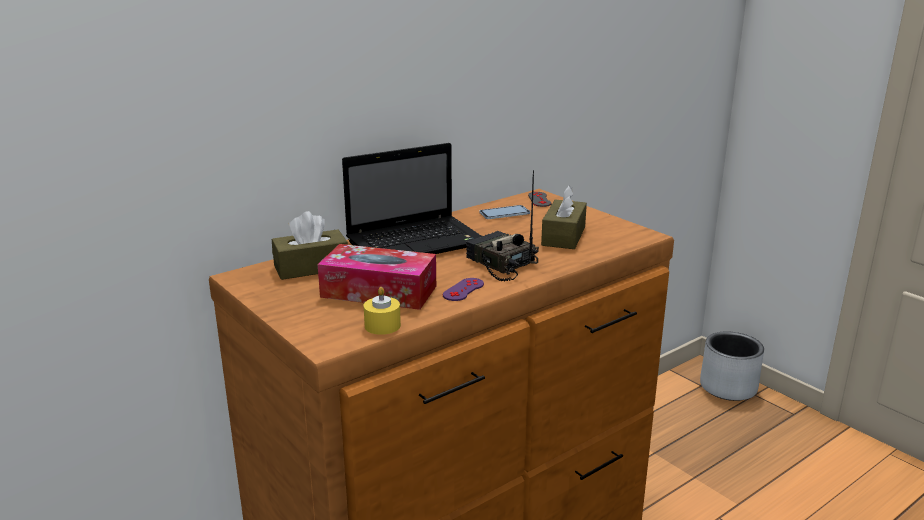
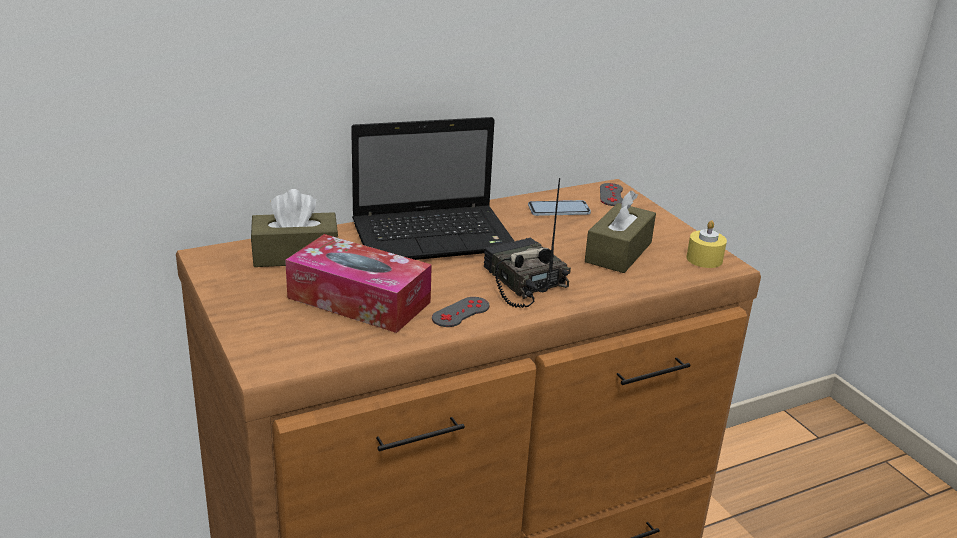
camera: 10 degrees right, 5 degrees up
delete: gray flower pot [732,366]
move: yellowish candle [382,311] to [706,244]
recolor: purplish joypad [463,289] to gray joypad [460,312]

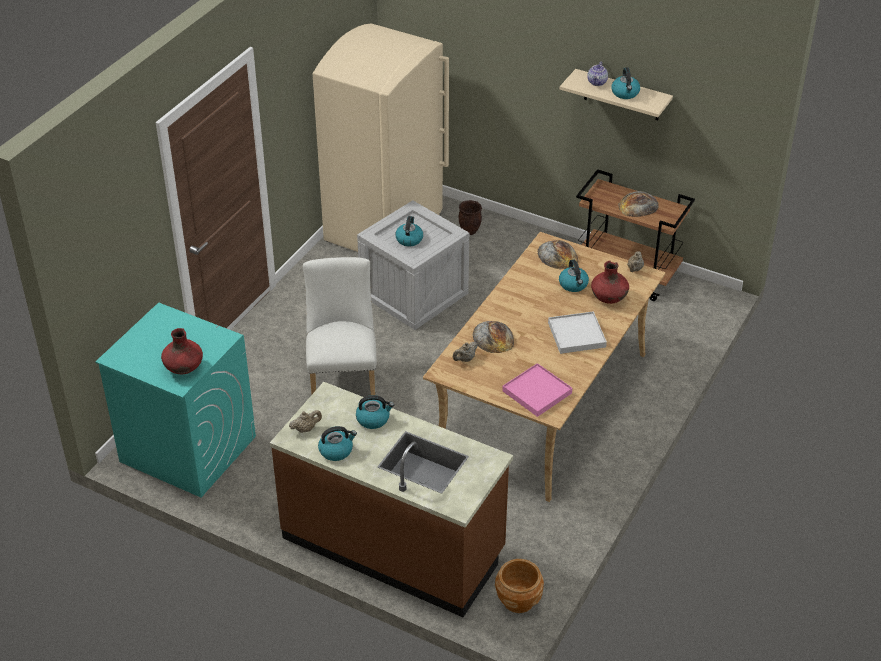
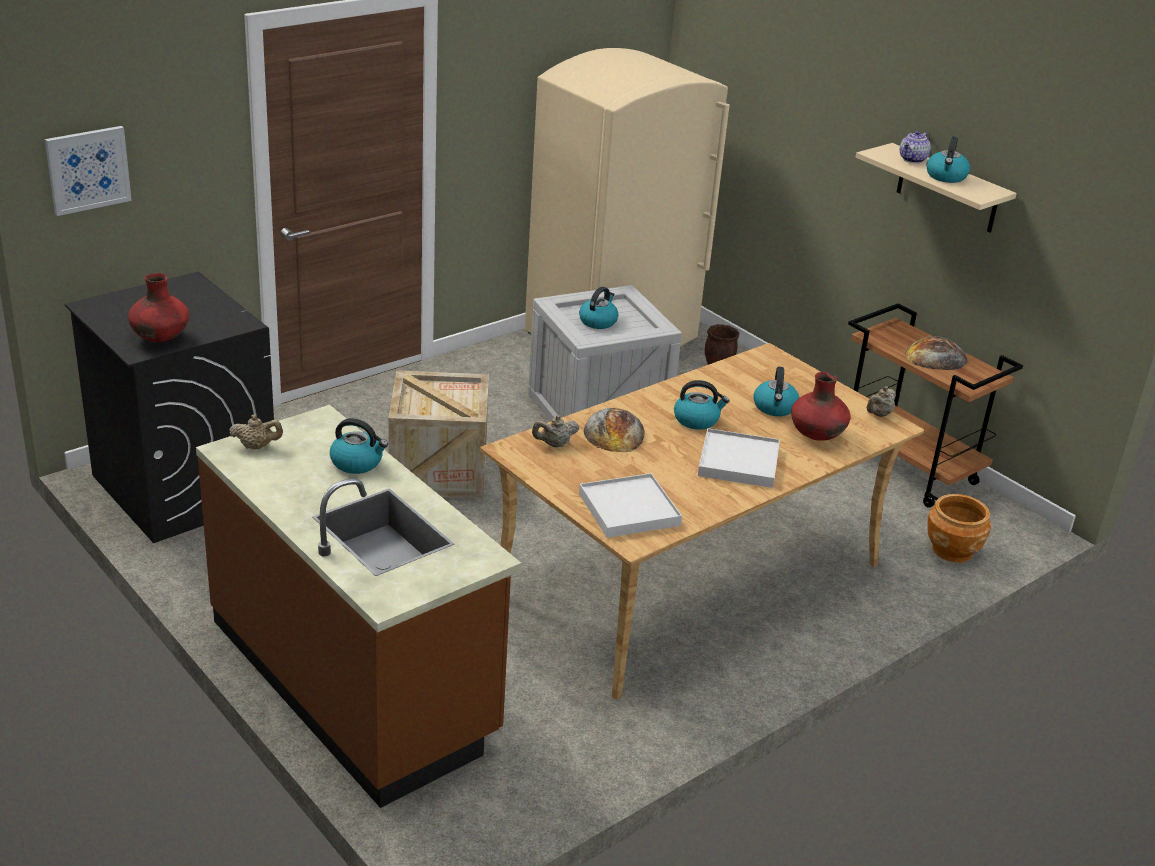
camera: 20 degrees right, 10 degrees down
delete: bakery bread [558,254]
insert: wall art [88,171]
move: water kettle [337,443] to [702,405]; brown flower pot [519,586] to [959,528]
replace: white-coloured chair [340,326] to shipping crate [438,434]
recolor: blue-green laundry appliance [175,400] to black laundry appliance [169,407]; pink carrying tray [537,390] to white-coloured carrying tray [630,505]

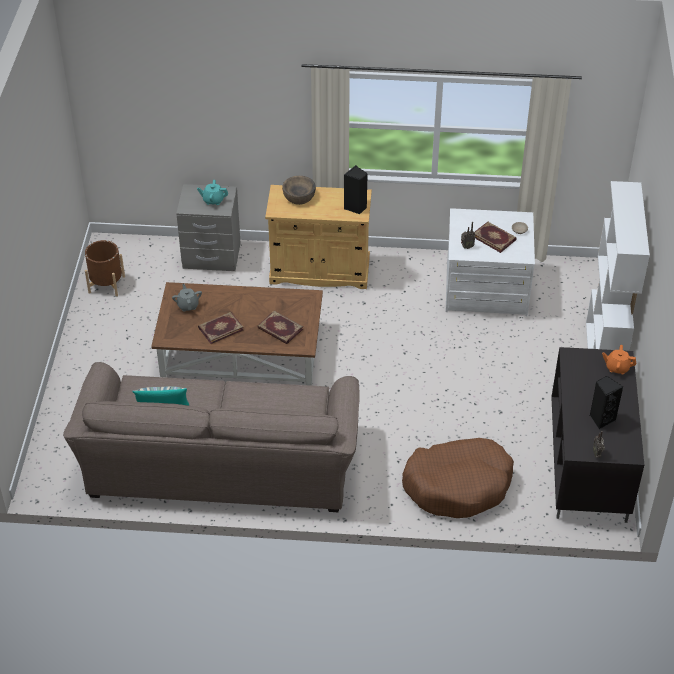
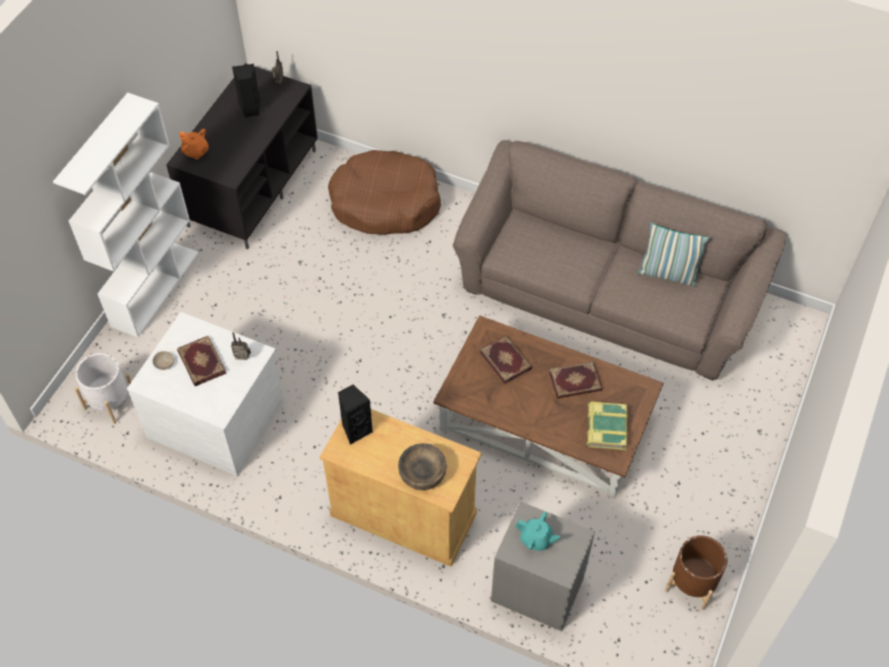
camera: 160 degrees left, 10 degrees up
insert: white-coloured flower pot [103,388]
replace: gray tea pot [187,298] to book [607,426]

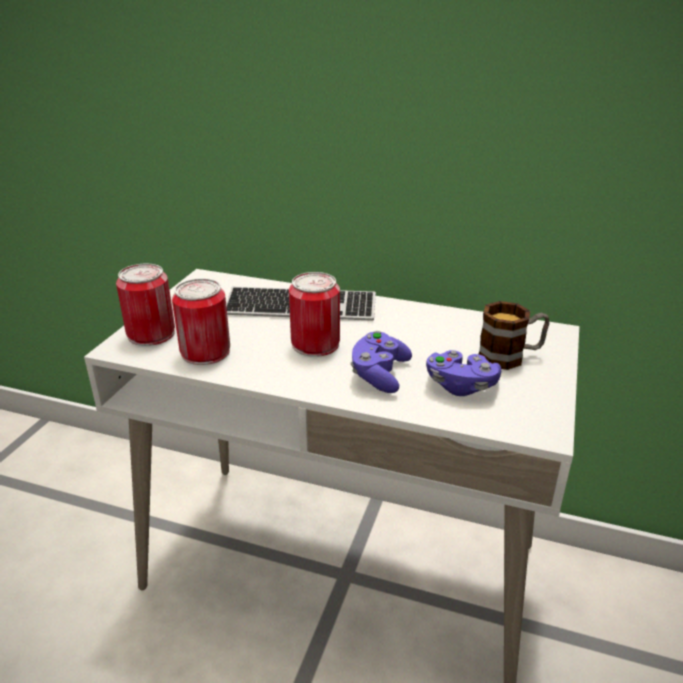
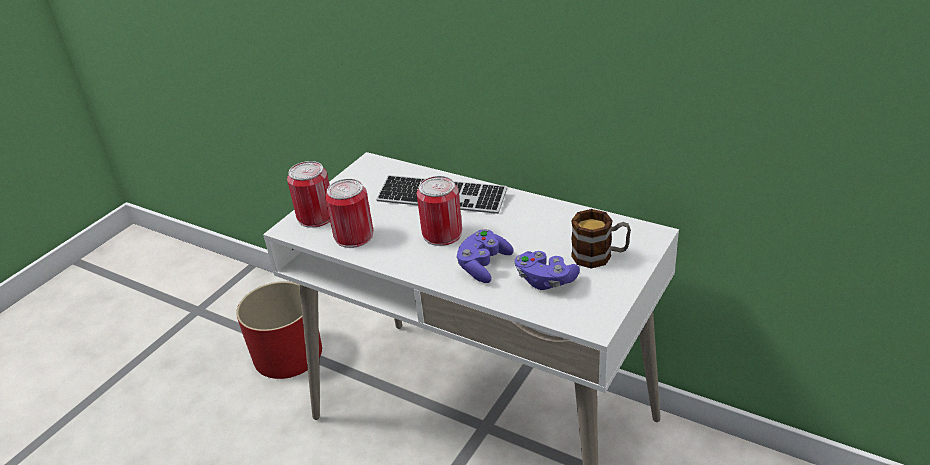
camera: 15 degrees right, 5 degrees up
insert: reddish flower pot [279,330]

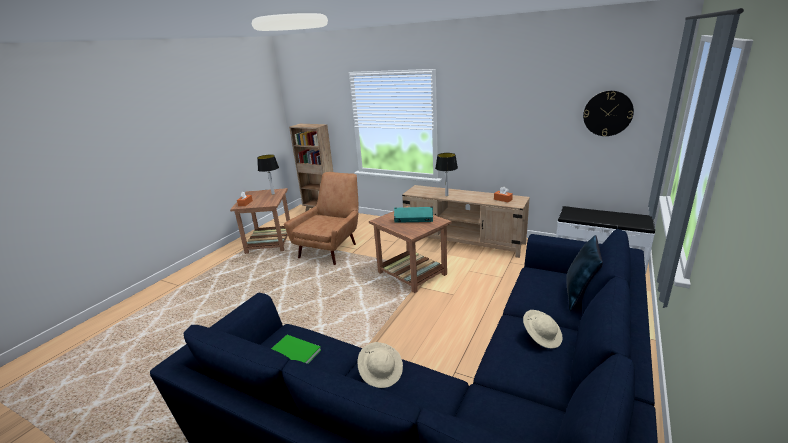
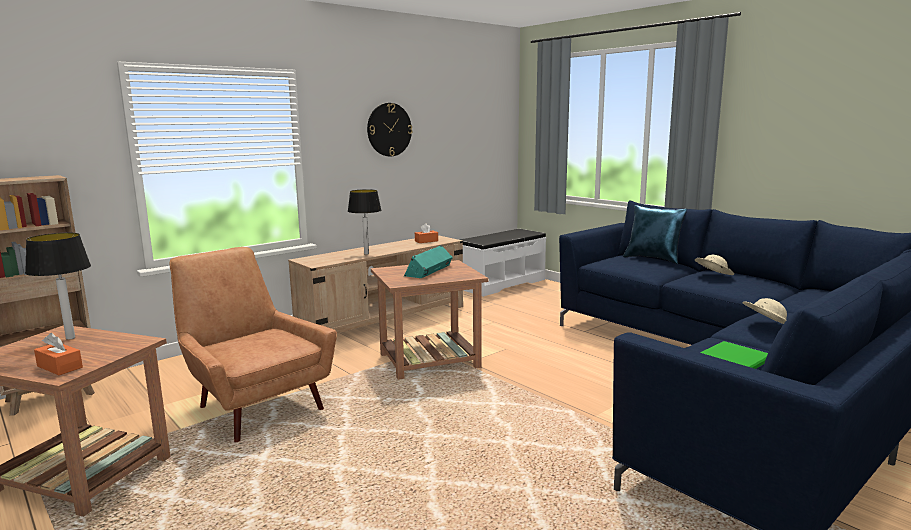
camera: 70 degrees left, 10 degrees down
move: clock on the wall [608,113] to [390,130]

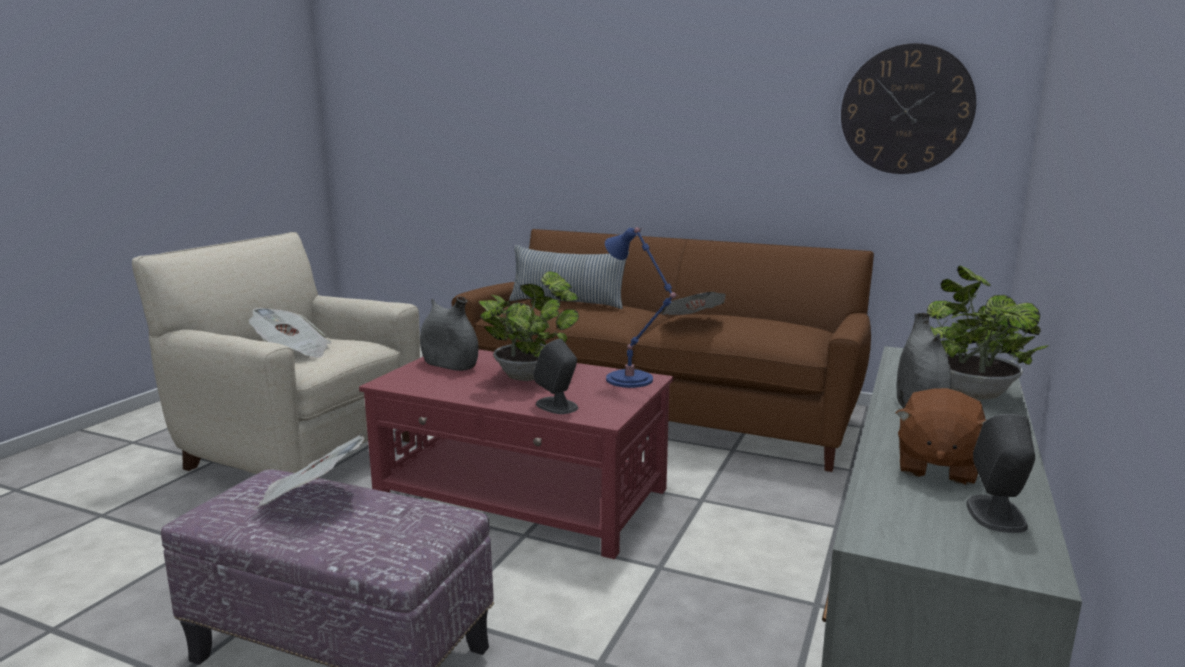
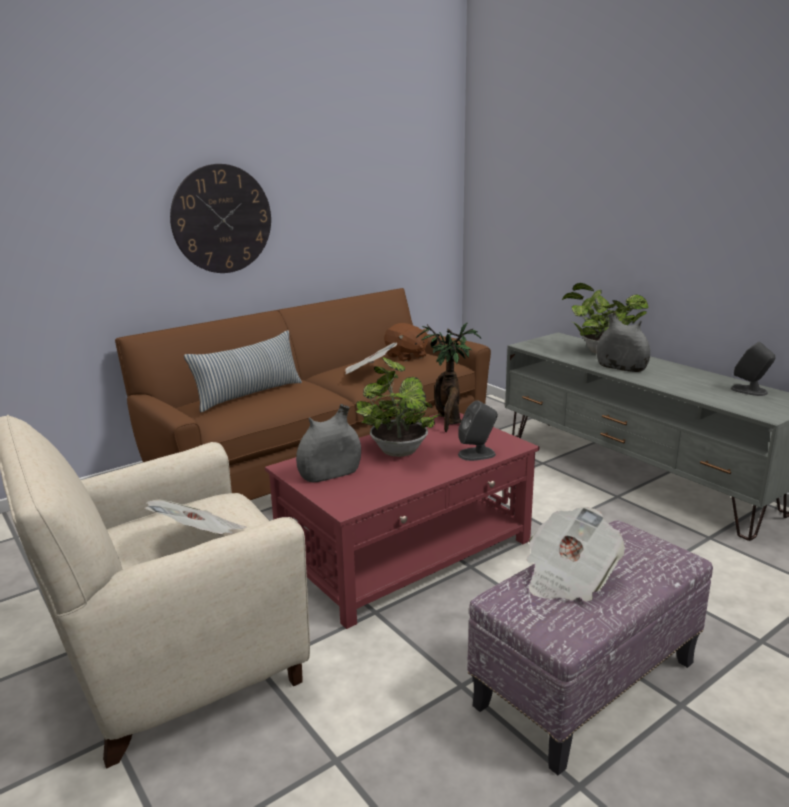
camera: 60 degrees left, 5 degrees up
move: clock on the wall [908,108] to [220,218]; brown plush toy [941,436] to [406,342]
replace: blue lamp for a table [642,307] to houseplant [448,377]

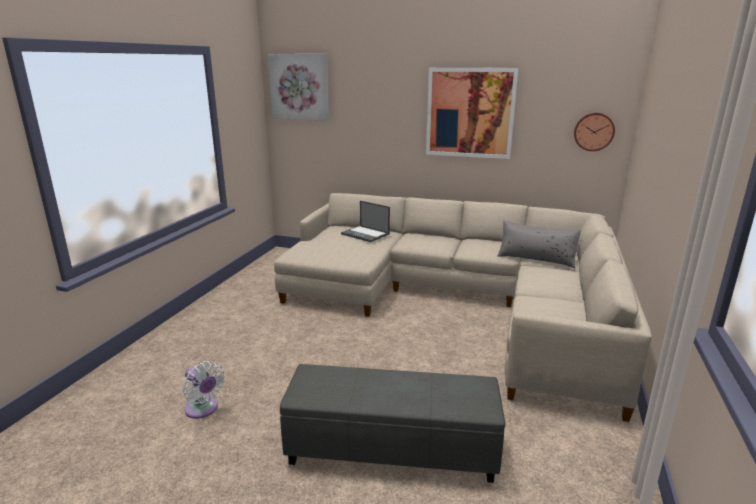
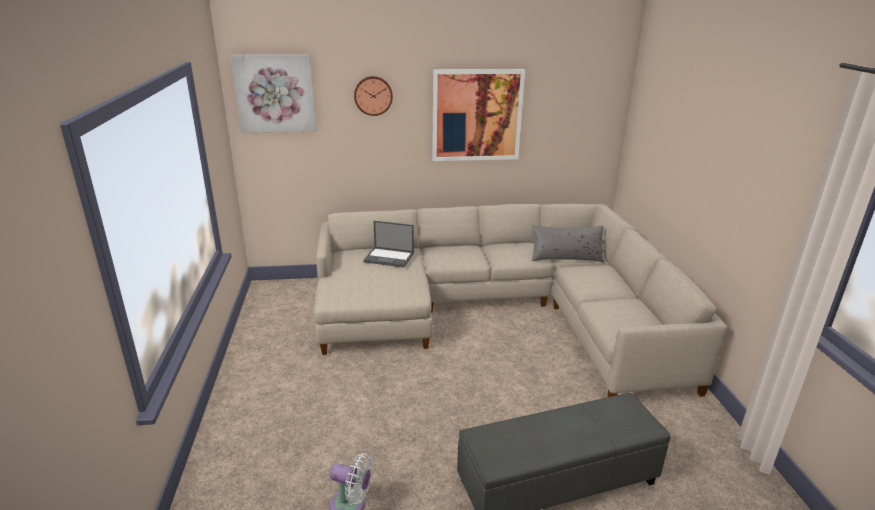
camera: 25 degrees left, 5 degrees up
move: clock on the wall [594,132] to [373,96]

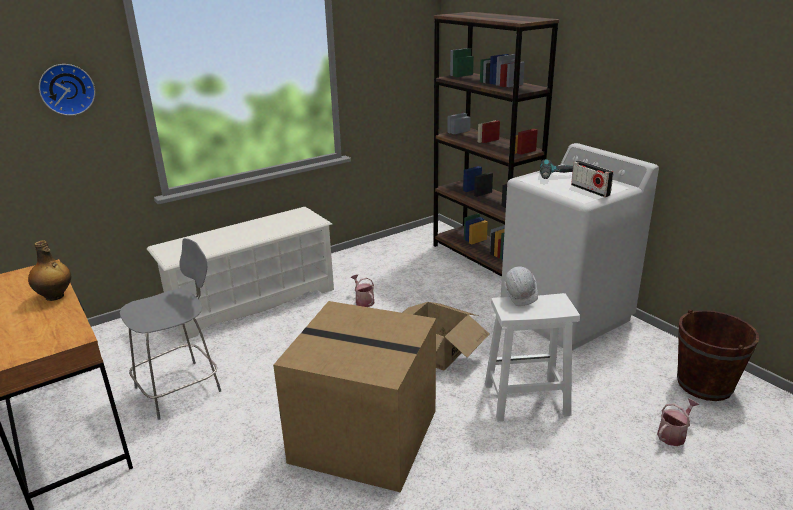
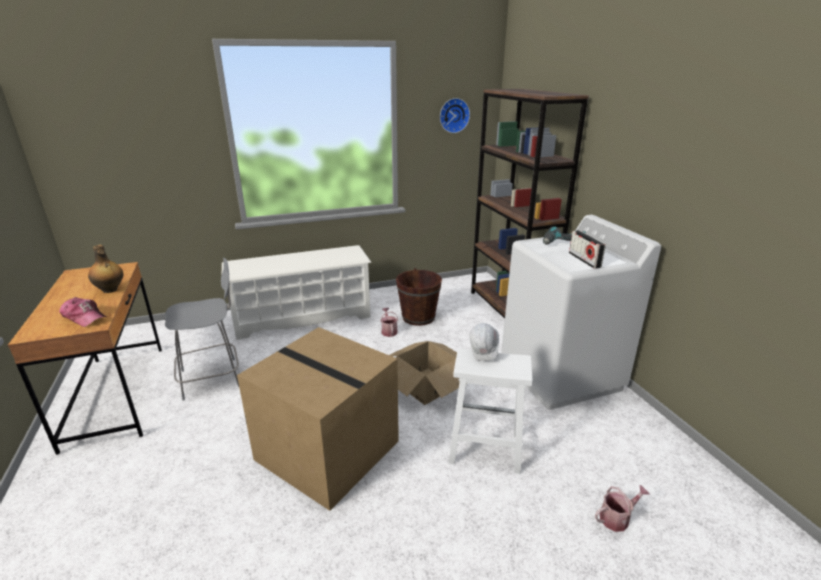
camera: 15 degrees right, 0 degrees up
insert: peaked cap [82,312]
move: clock on the wall [67,90] to [455,115]; brown water bucket [718,355] to [419,297]

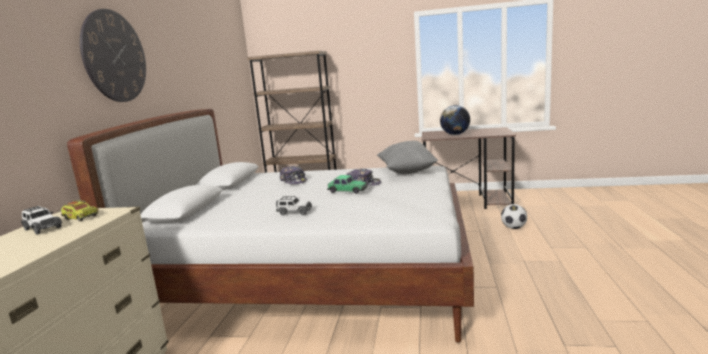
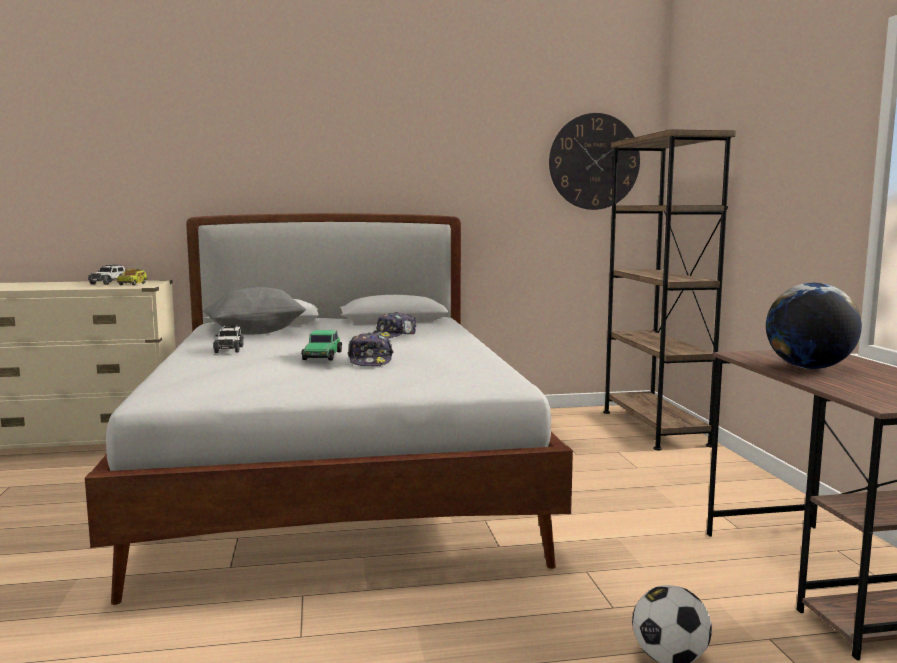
camera: 70 degrees right, 5 degrees down
move: clock on the wall [113,55] to [594,161]; gray cushion [407,157] to [254,310]

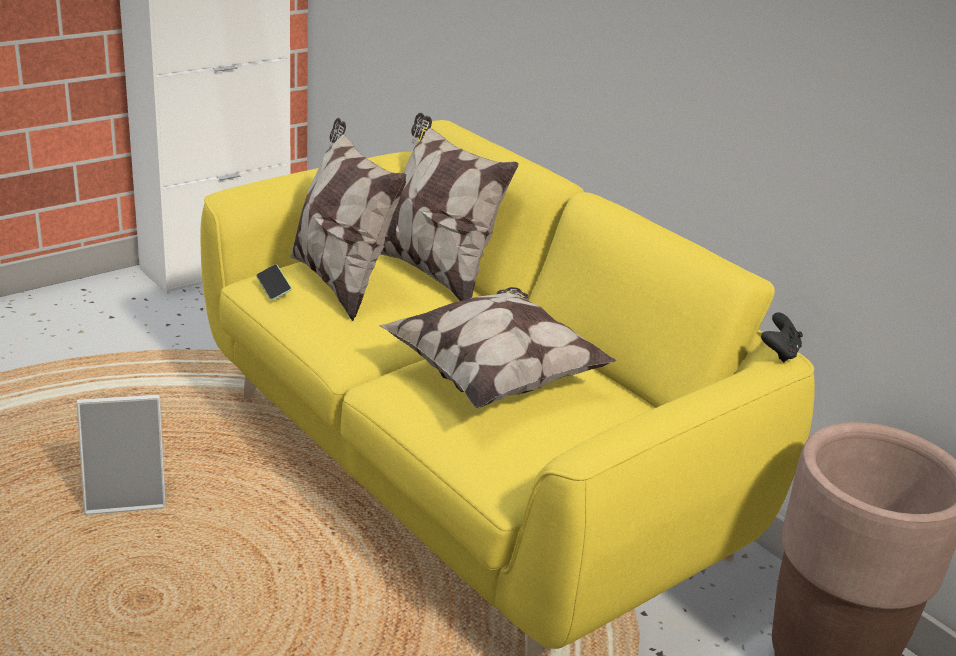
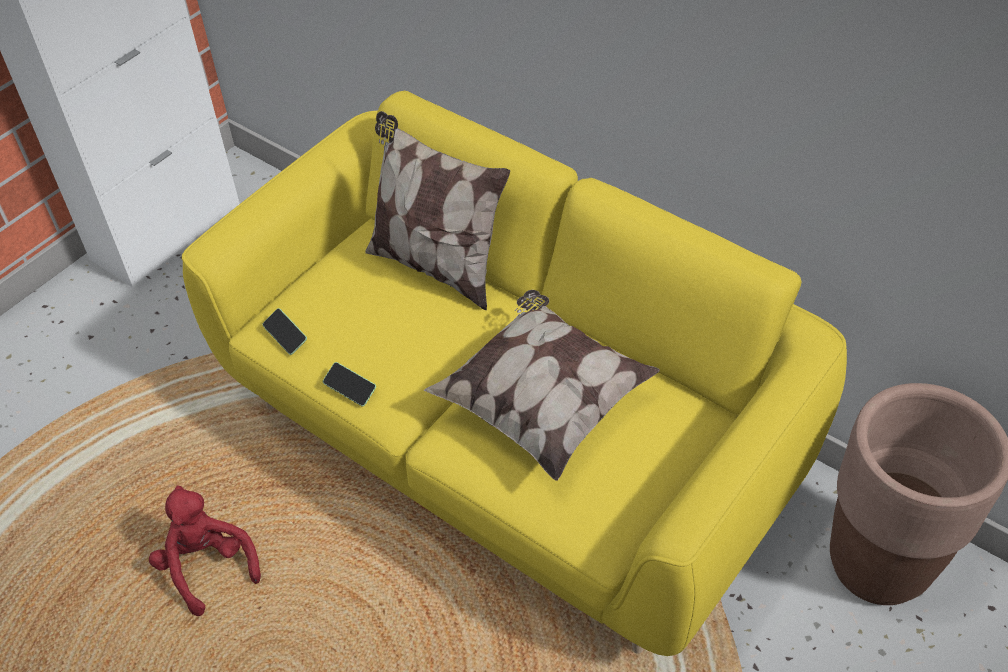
camera: 10 degrees left, 20 degrees up
delete: cushion [348,219]; black joypad [782,337]
insert: phone [349,384]
replace: photo frame [121,455] to reddish plush toy [205,550]

